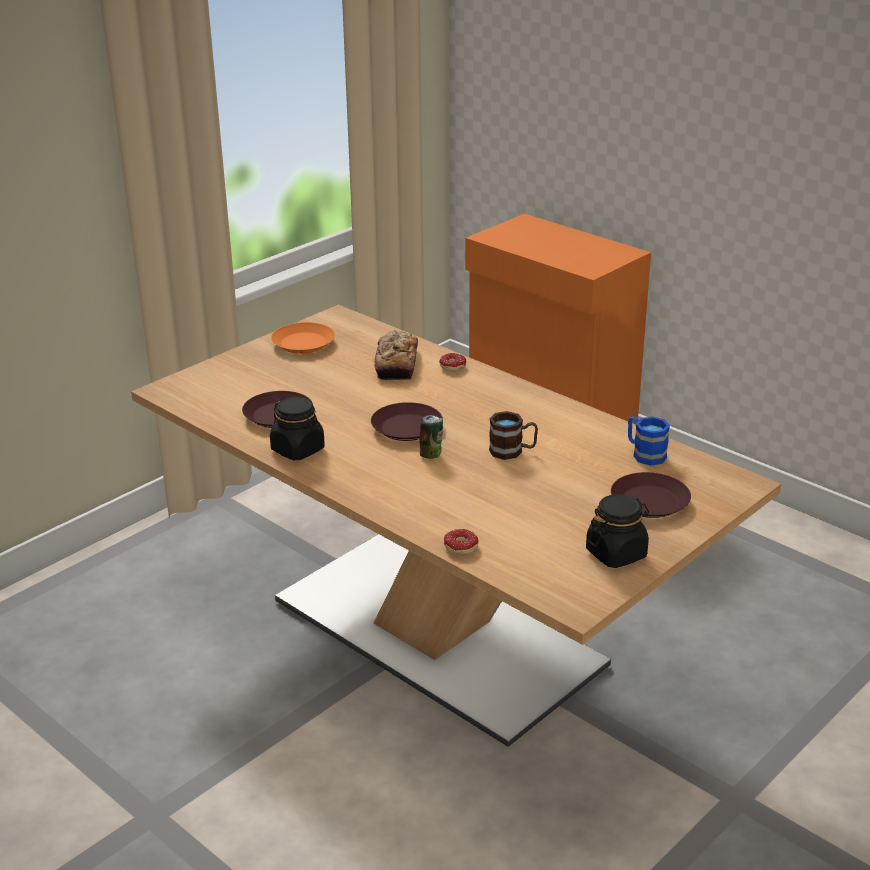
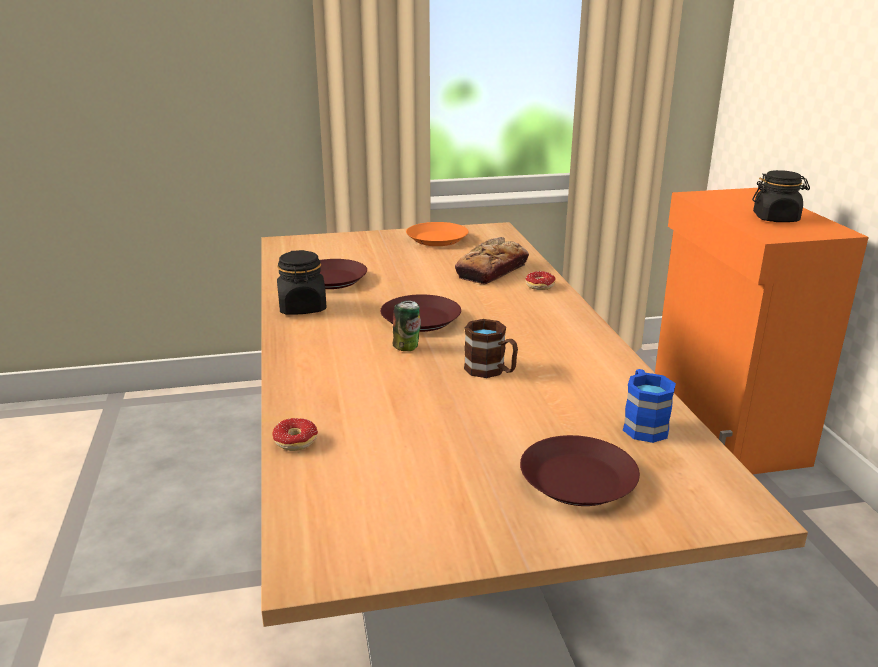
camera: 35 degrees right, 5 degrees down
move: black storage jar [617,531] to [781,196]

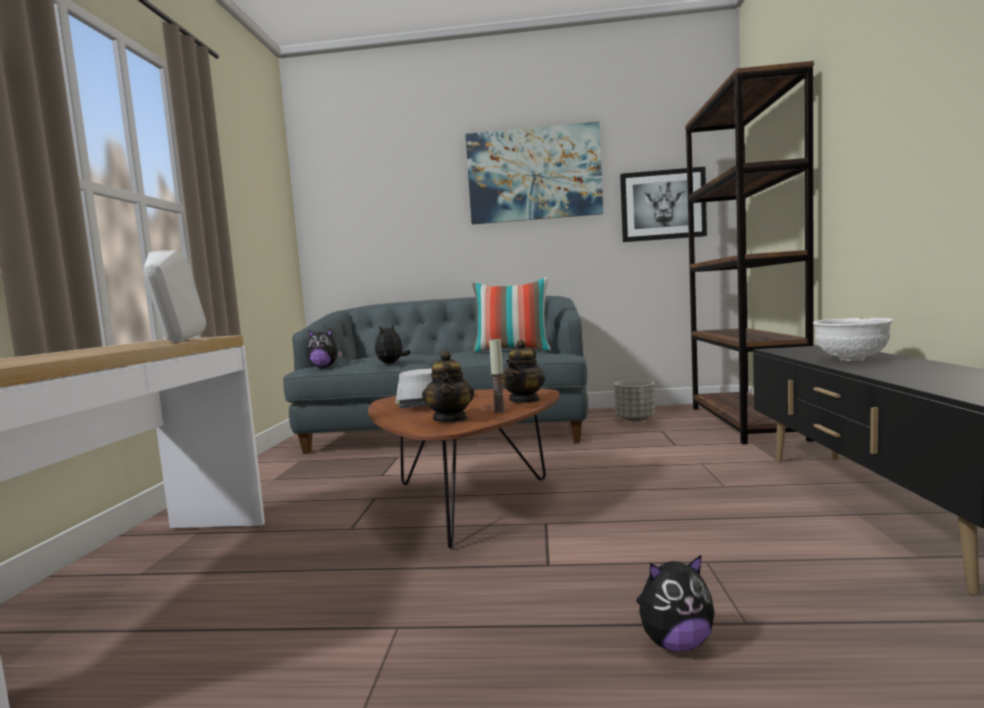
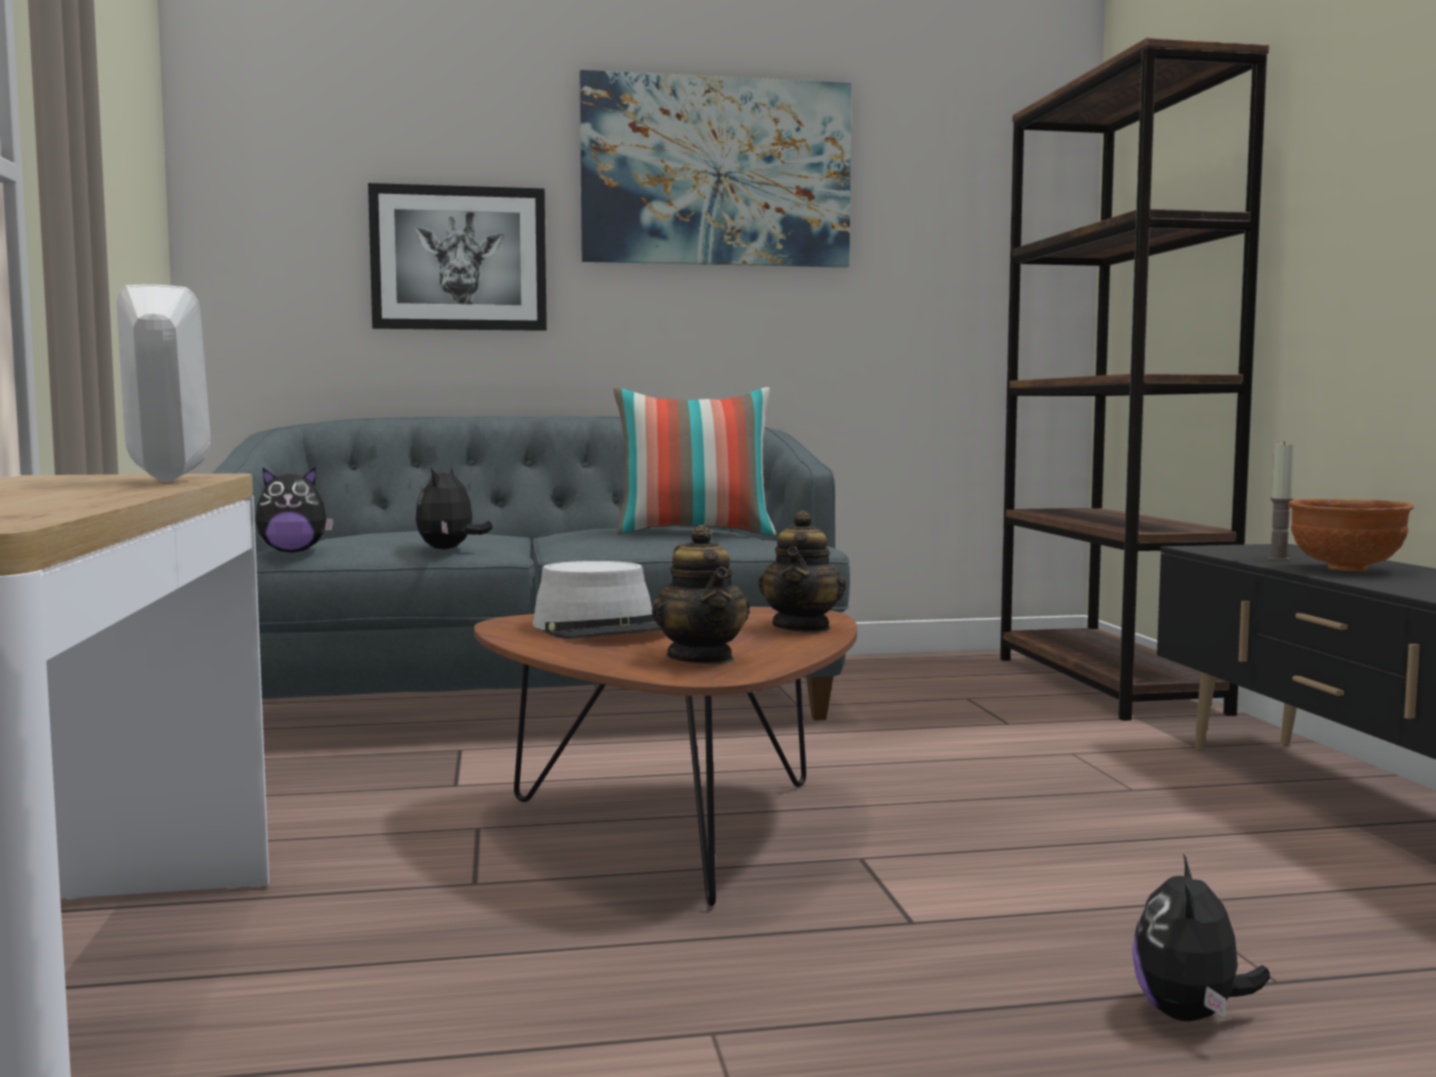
camera: 15 degrees left, 0 degrees up
delete: gray flower pot [634,400]
move: candle [497,375] to [1281,500]; wall art [663,204] to [457,257]
recolor: white-coloured deep dish [853,339] to brown deep dish [1351,535]
rotate: plush toy [675,603] = [1201,937] 135 degrees clockwise

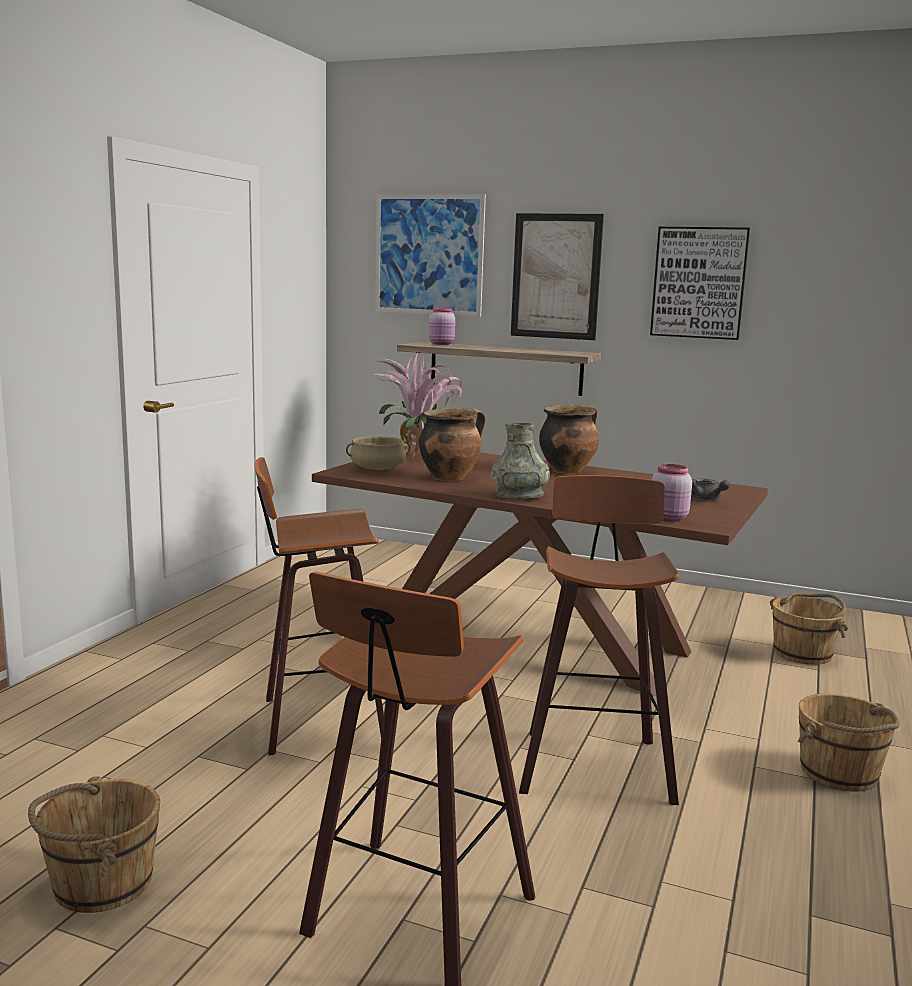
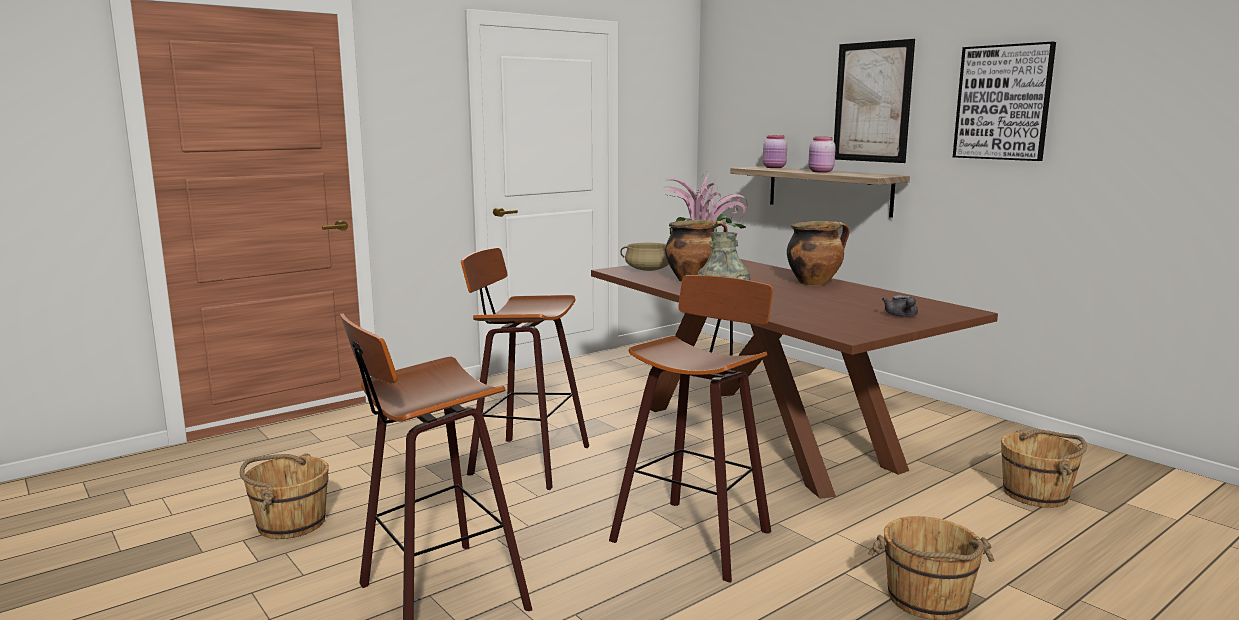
camera: 30 degrees right, 0 degrees up
delete: wall art [430,255]
move: pink storage jar [672,493] to [822,154]

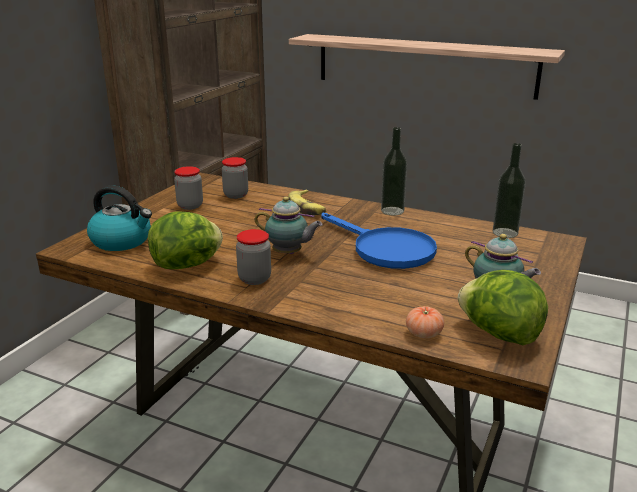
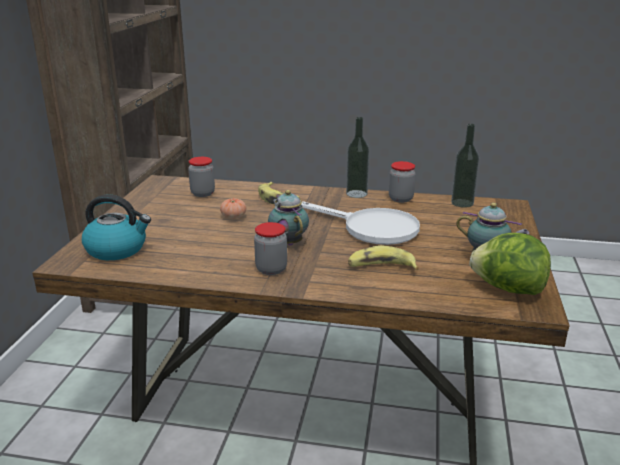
camera: 15 degrees left, 0 degrees up
delete: head of lettuce [185,240]; wall shelf [427,67]
insert: banana fruit [383,257]
move: storage jar [188,188] to [402,182]; fresh tomato [425,322] to [233,208]
recolor: blue skillet [379,241] to white-coloured skillet [360,223]
rotate: tea pot [289,225] = [288,218] 120 degrees counterclockwise

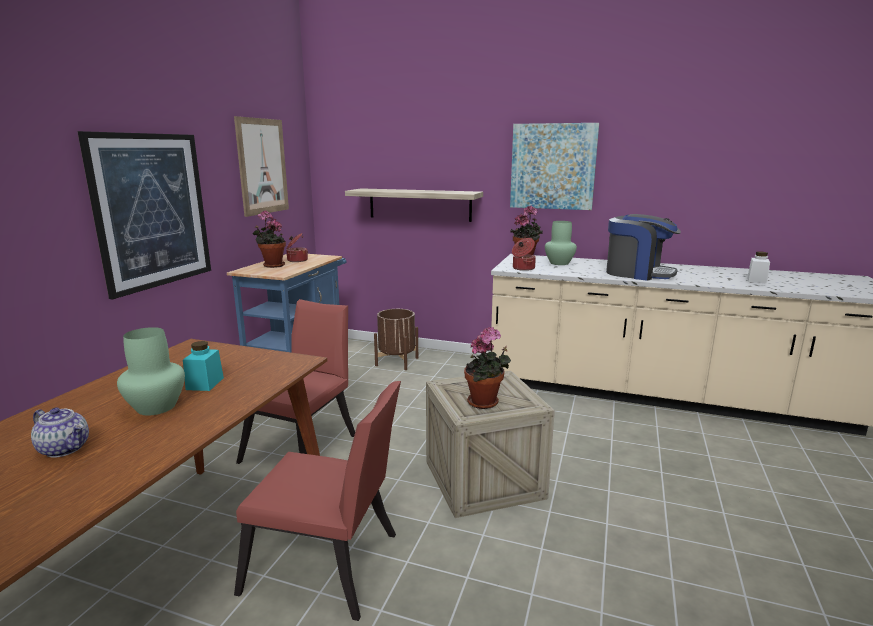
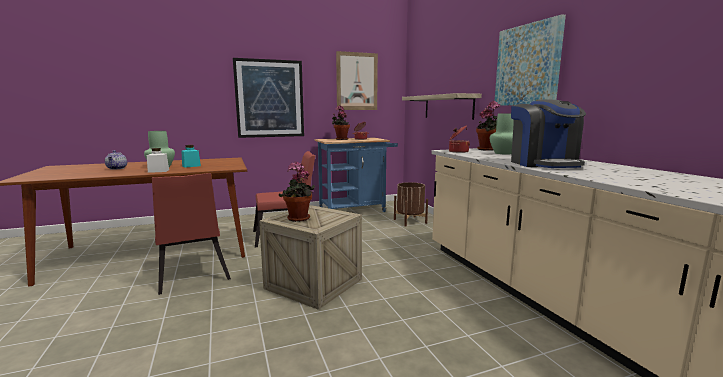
camera: 50 degrees right, 5 degrees down
move: white-coloured storage jar [758,268] to [158,160]

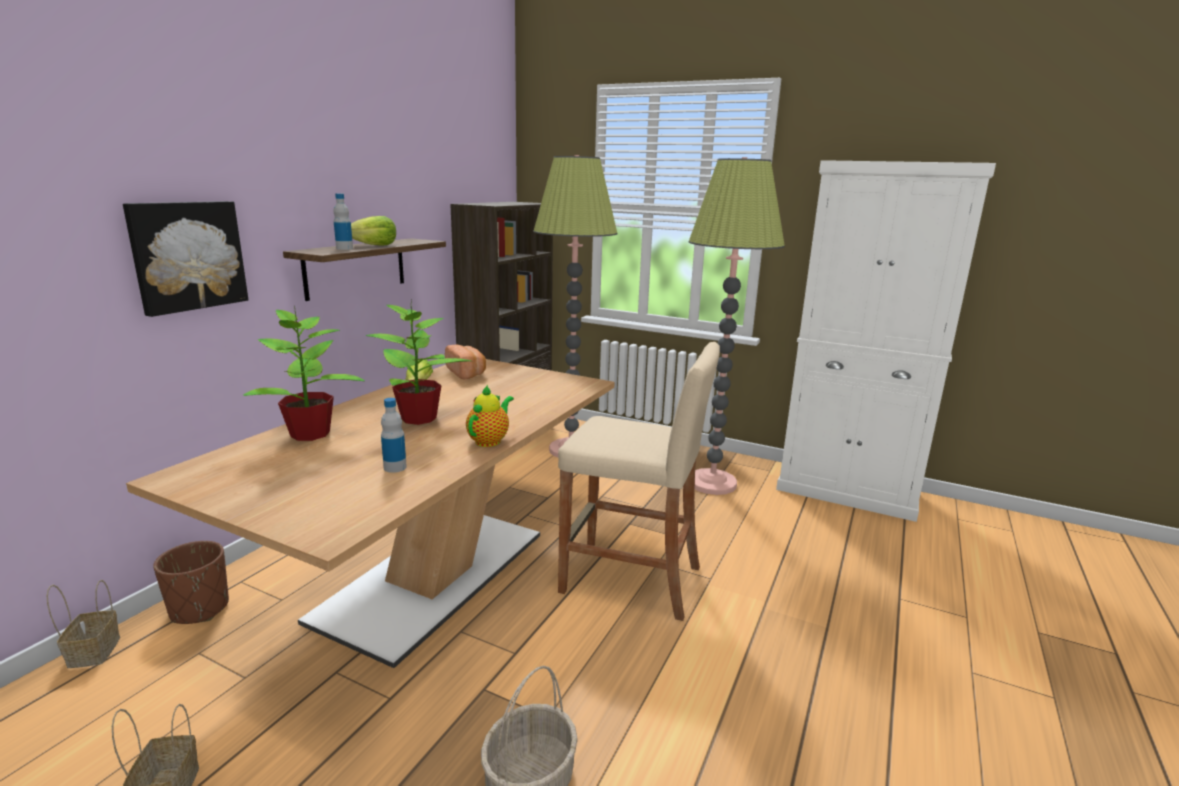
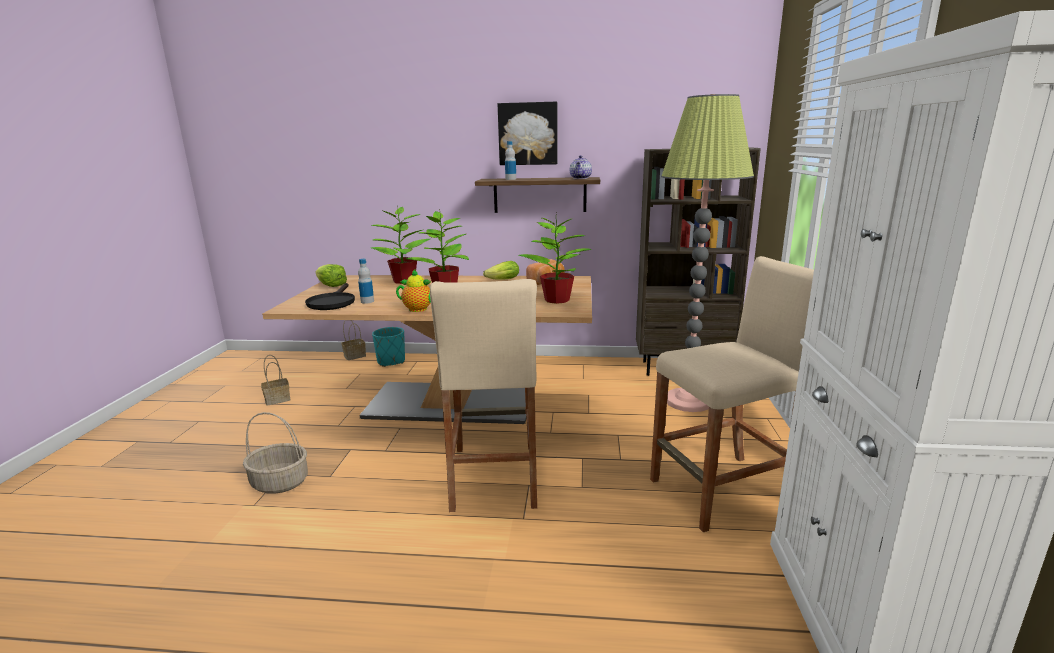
camera: 70 degrees right, 0 degrees up
insert: black skillet [330,296]; houseplant [555,258]; tea pot [581,167]
move: wall art [185,259] to [528,133]; head of lettuce [373,231] to [331,275]
replace: floor lamp [737,326] to beige sitting stool [732,394]
recolor: brown flower pot [191,582] to blue-green flower pot [388,347]

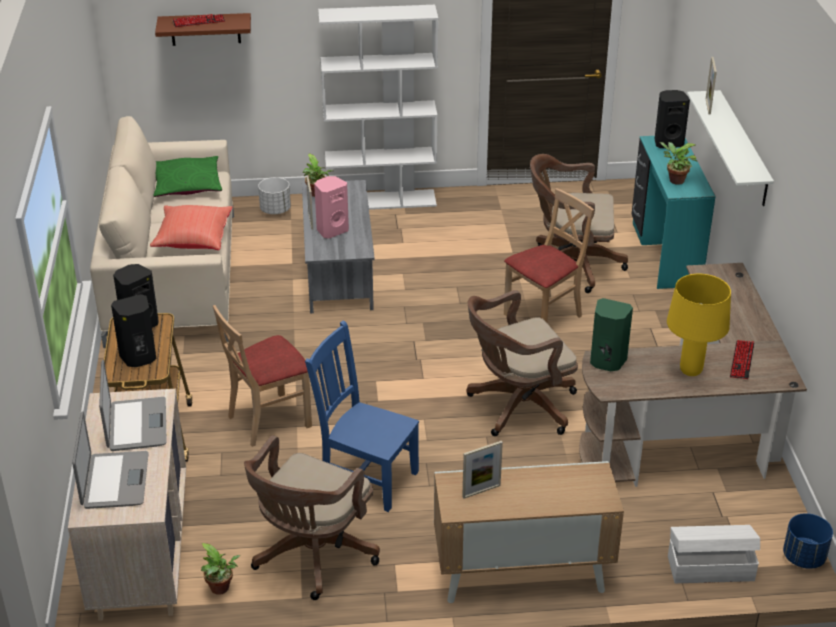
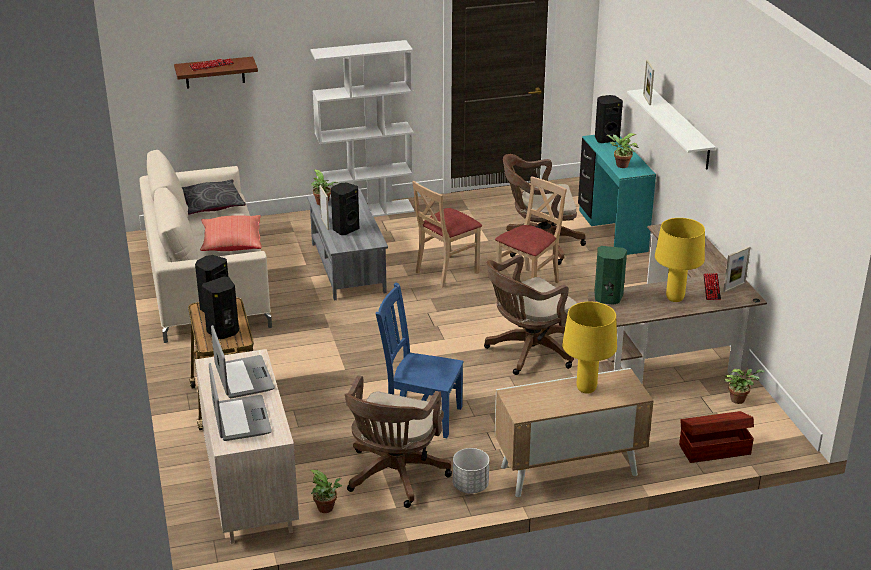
camera: 10 degrees left, 5 degrees down
delete: blue flower pot [808,541]
insert: yellowish lamp for a table [589,348]; houseplant [744,386]
move: beige chair [262,376] to [447,234]; white-coloured flower pot [274,195] to [471,470]; photo frame [482,469] to [736,269]
recolor: greenish cushion [187,176] to gray cushion [214,197]; pink speaker [331,207] to black speaker [345,208]; white-coloured storage bin [714,554] to brown storage bin [716,437]

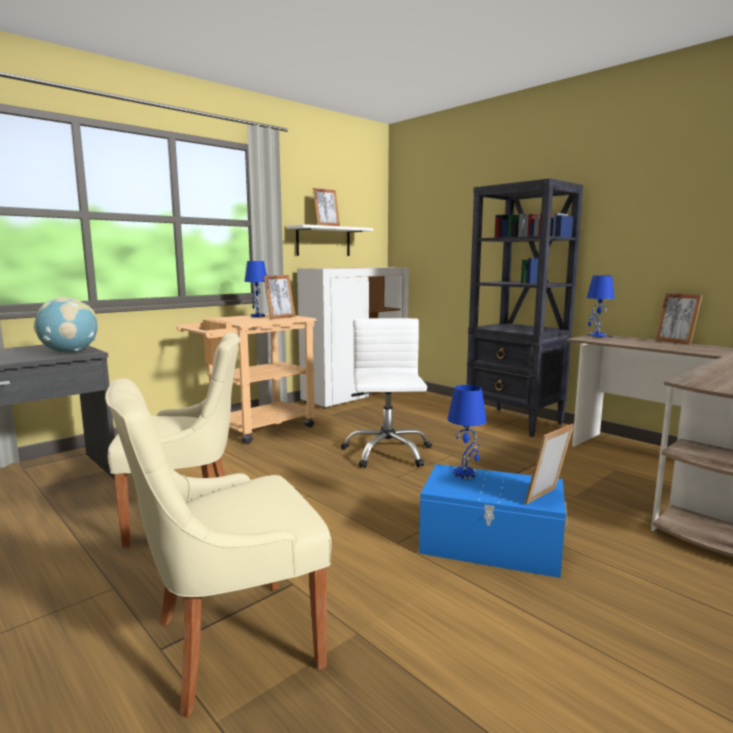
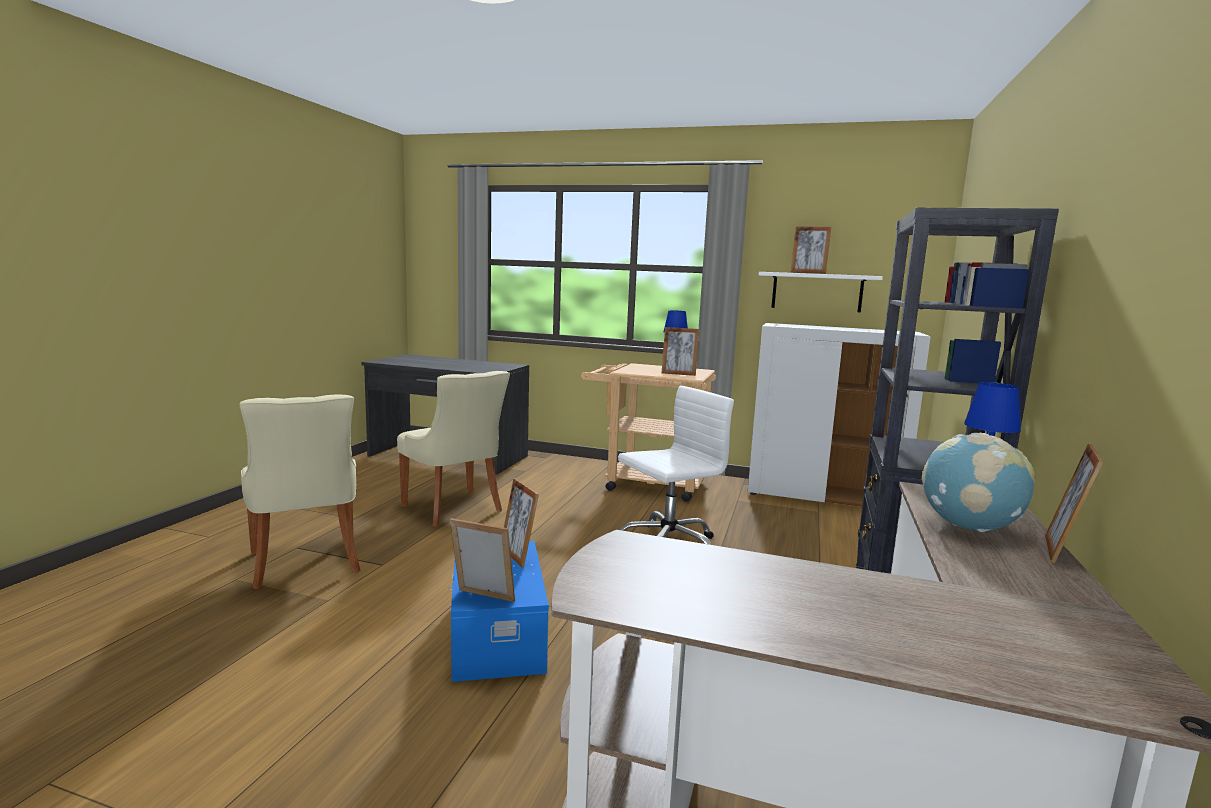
camera: 60 degrees right, 0 degrees up
move: desk globe [66,325] to [978,482]
replace: blue lamp for a table [467,432] to photo frame [521,523]
rotate: beige chair [218,548] = [300,491] 150 degrees counterclockwise

